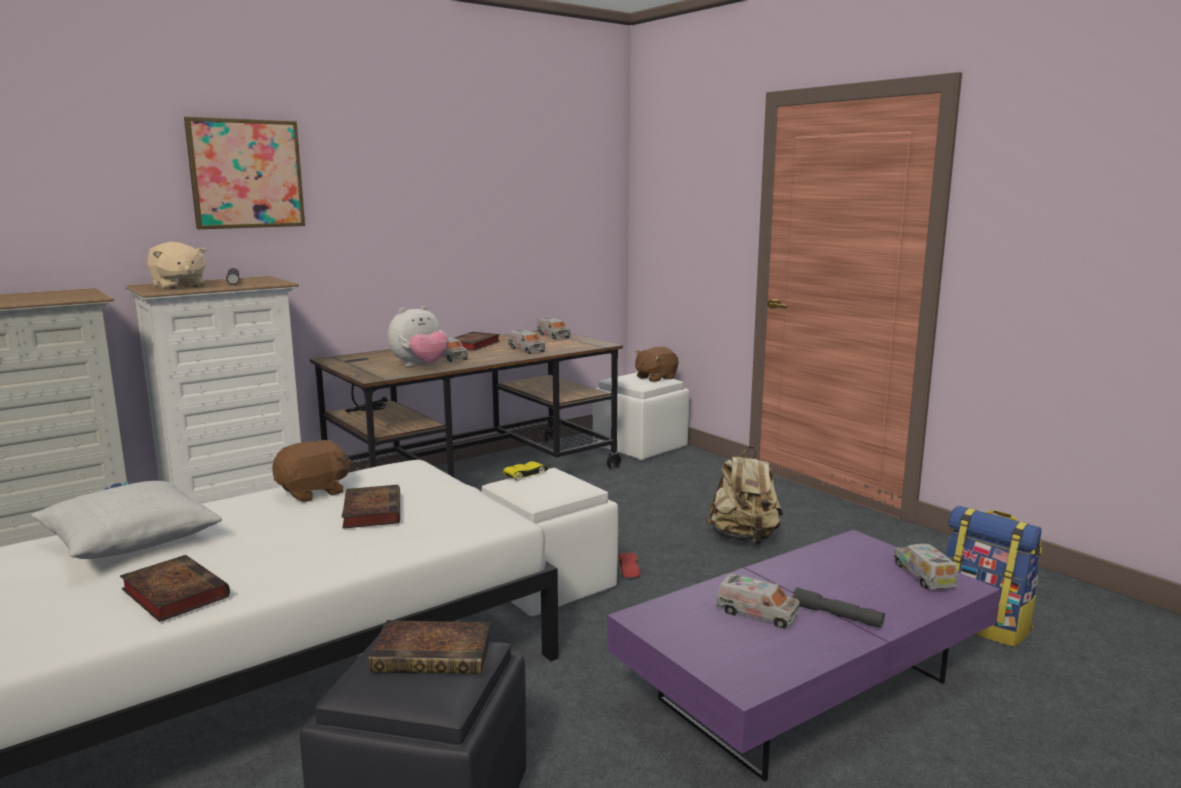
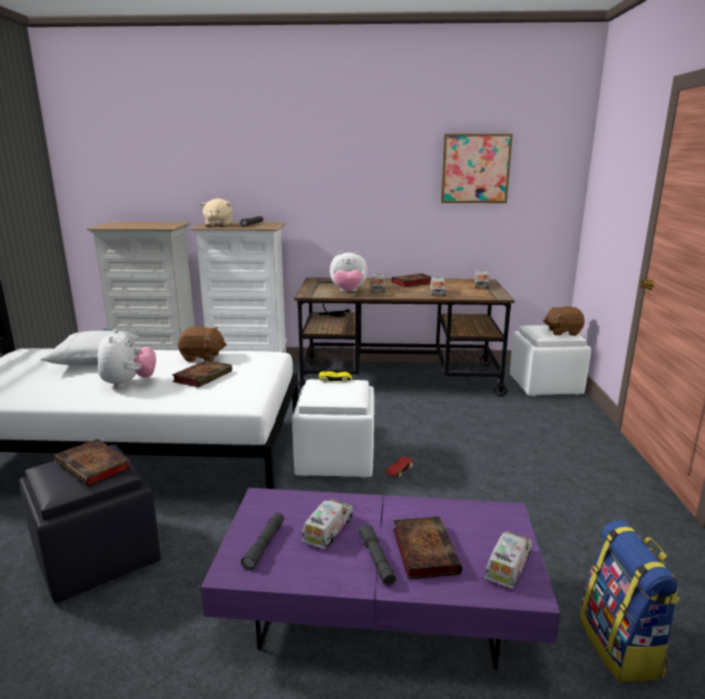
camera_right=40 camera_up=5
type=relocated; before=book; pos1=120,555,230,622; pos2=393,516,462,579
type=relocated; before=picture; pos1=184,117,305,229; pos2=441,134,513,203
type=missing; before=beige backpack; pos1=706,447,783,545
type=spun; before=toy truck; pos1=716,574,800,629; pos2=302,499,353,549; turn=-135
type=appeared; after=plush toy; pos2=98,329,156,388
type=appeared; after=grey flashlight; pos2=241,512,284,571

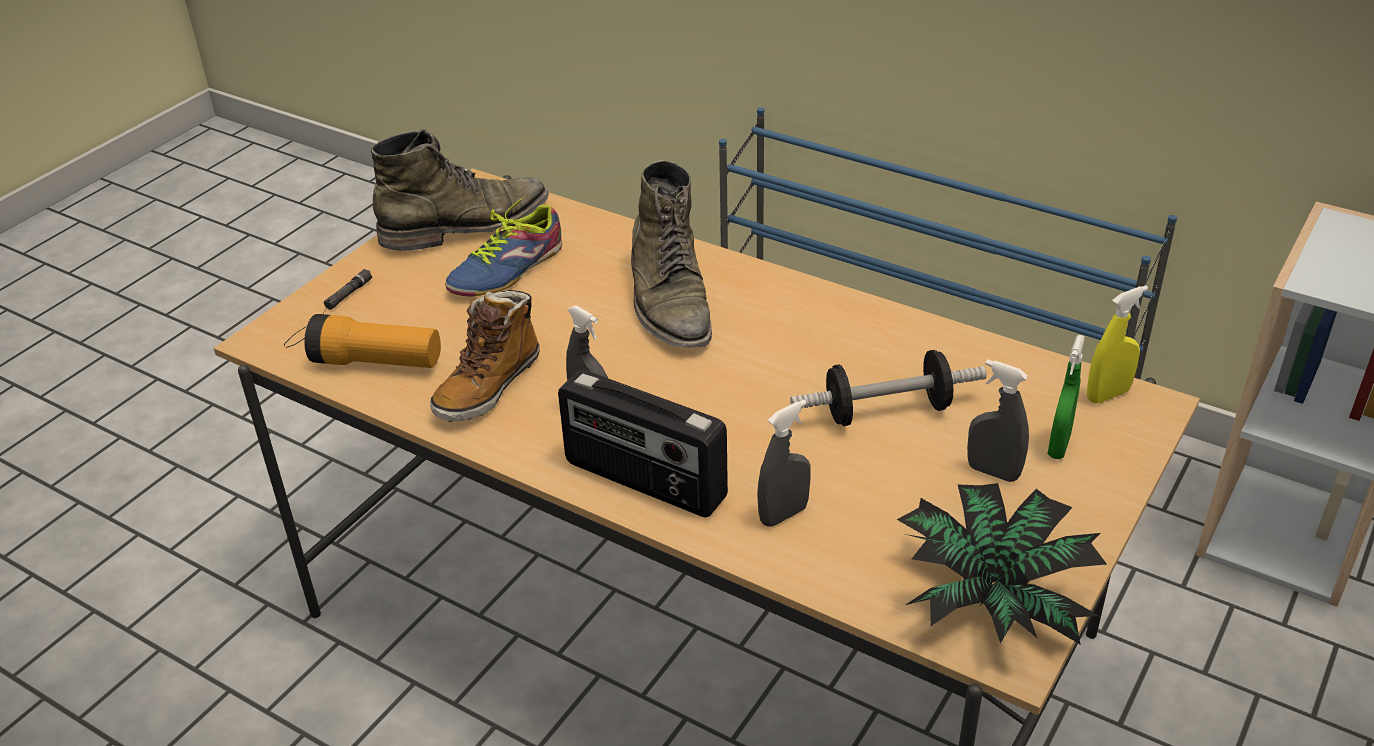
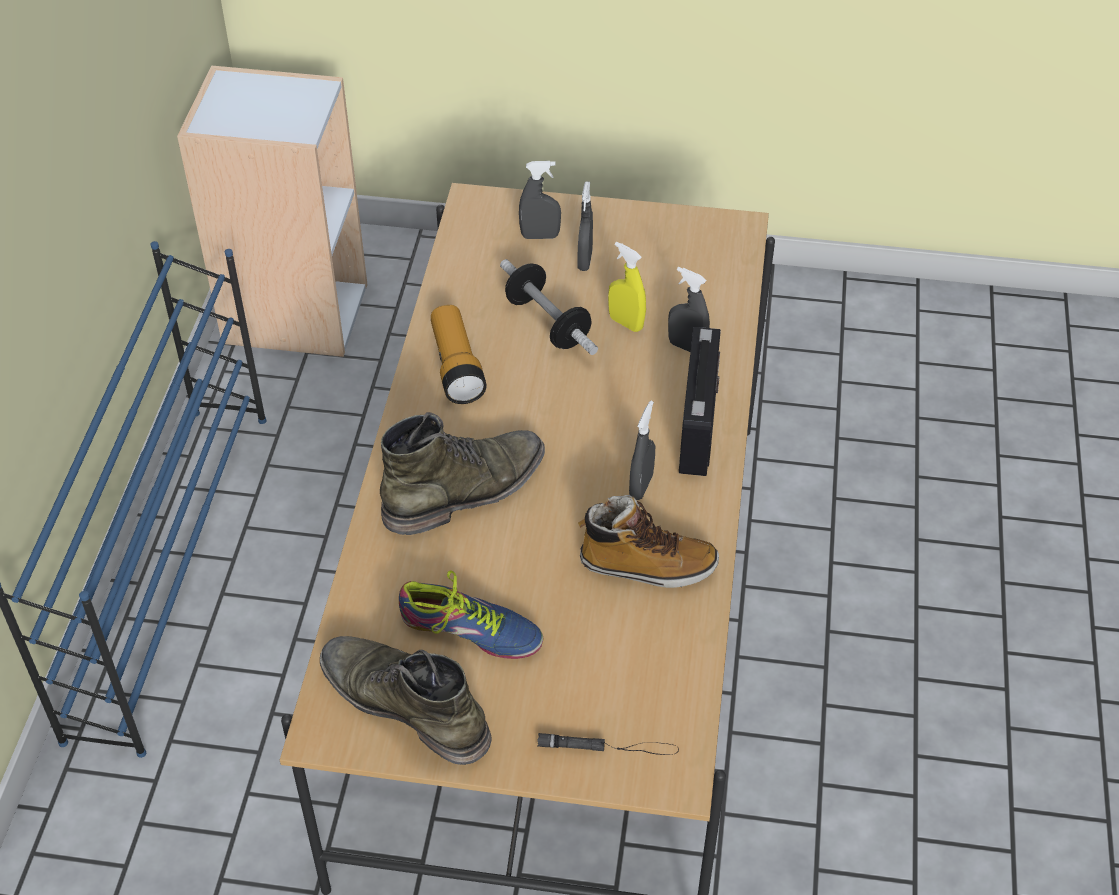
camera_right=-115 camera_up=10
type=relocated; before=flashlight; pos1=304,314,441,368; pos2=431,305,487,404
type=missing; before=potted plant; pos1=897,483,1107,645
type=colour; before=green spray bottle; after=grey spray bottle; pos1=1047,335,1085,459; pos2=519,161,561,239
type=relocated; before=yellow spray bottle; pos1=1087,285,1148,403; pos2=608,242,646,332

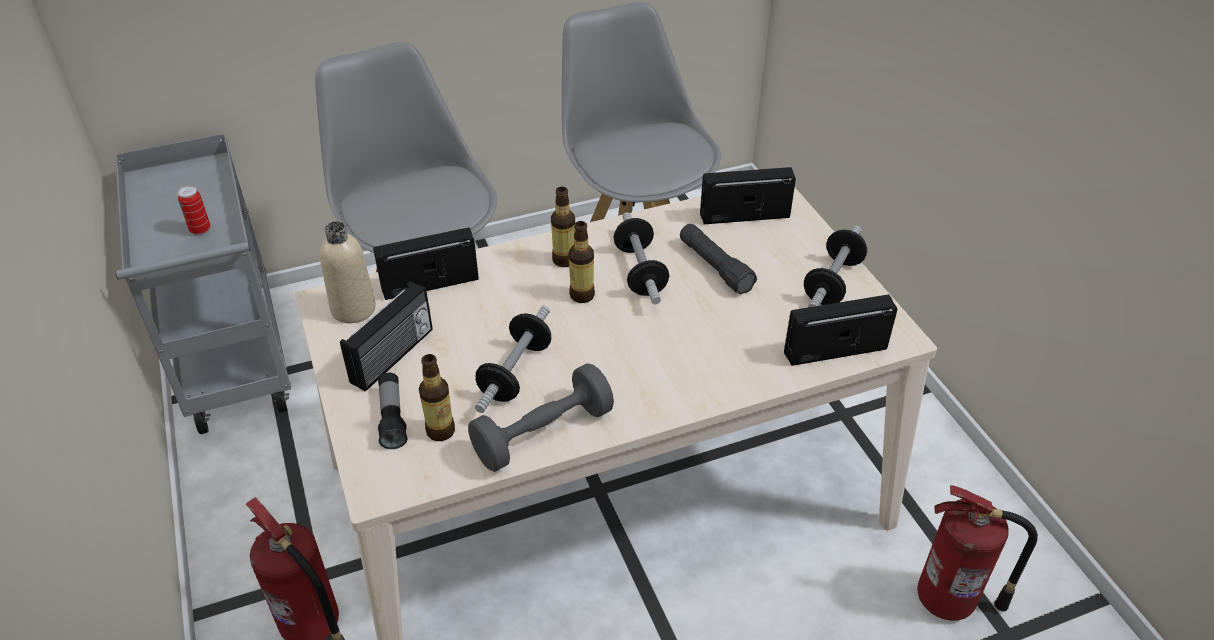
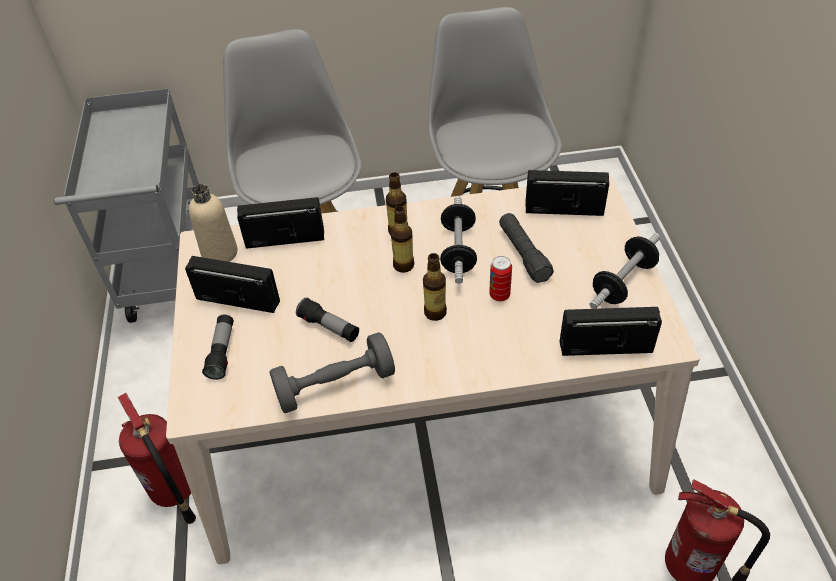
camera_right=15 camera_up=5
type=relocated; before=can; pos1=178,186,210,235; pos2=489,256,512,301
type=spun; before=radio; pos1=340,282,433,392; pos2=185,256,280,313; turn=-120
type=relocated; before=bottle; pos1=419,354,455,441; pos2=423,253,447,321
type=exchanged; before=dumbbell; after=flashlight; pos1=475,306,551,413; pos2=296,297,359,342

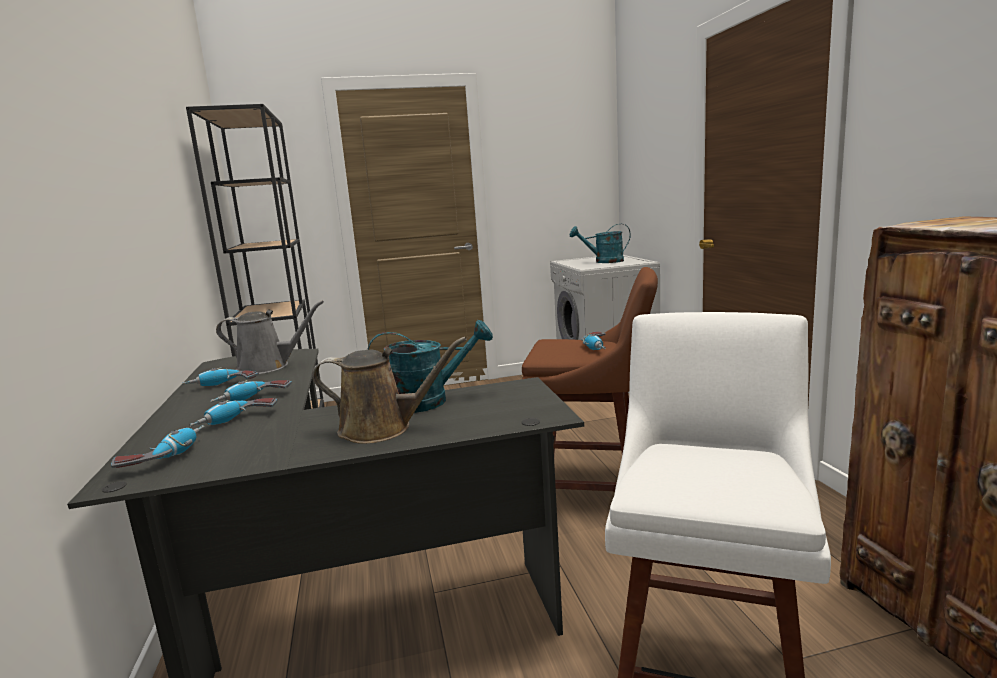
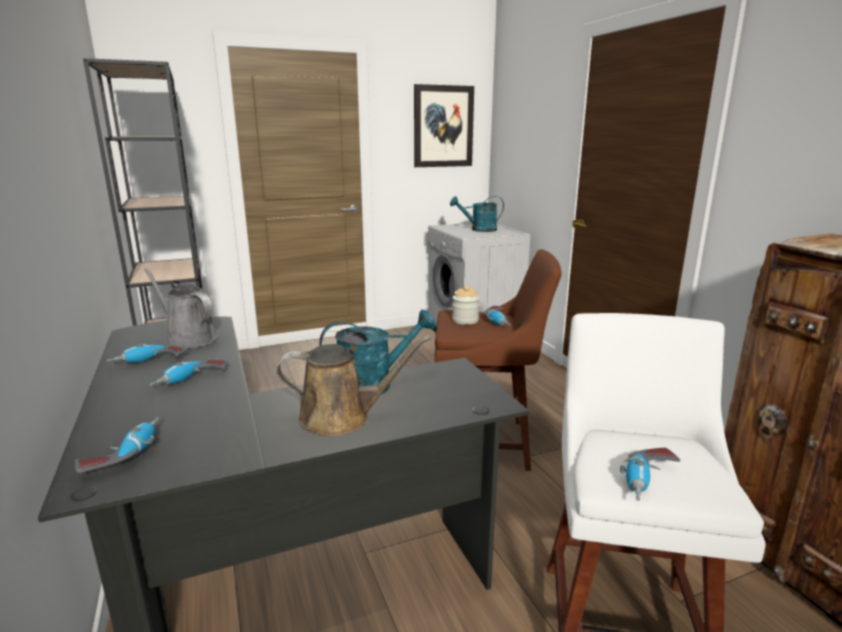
camera_right=-10 camera_up=5
type=relocated; before=power drill; pos1=189,398,278,427; pos2=620,448,680,501
type=spun; before=grey watering can; pos1=216,300,324,374; pos2=144,268,218,348; turn=-135
type=appeared; after=picture; pos2=414,84,474,167
type=appeared; after=jar; pos2=452,286,480,325

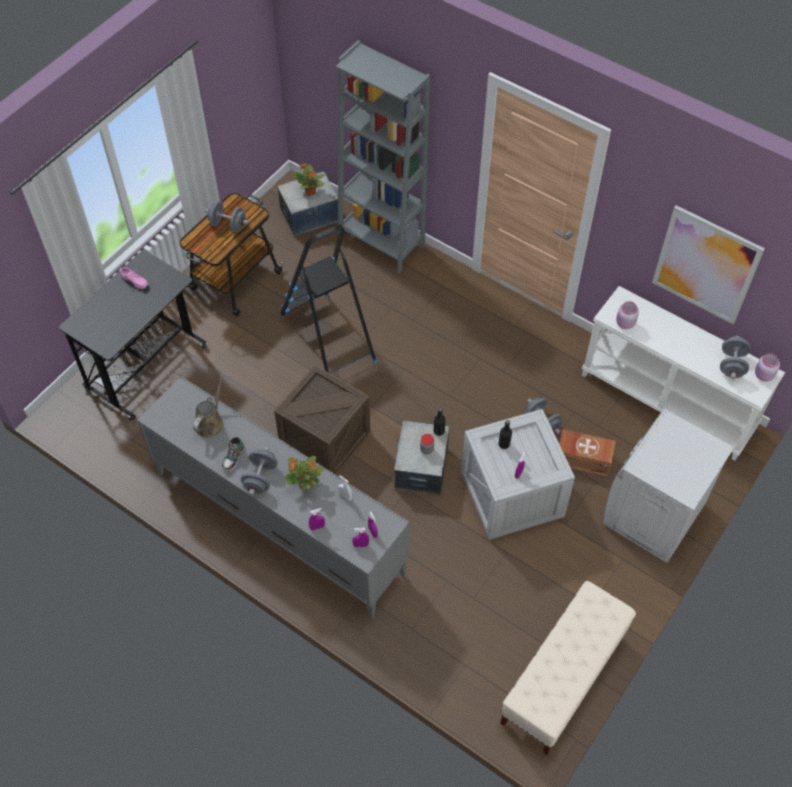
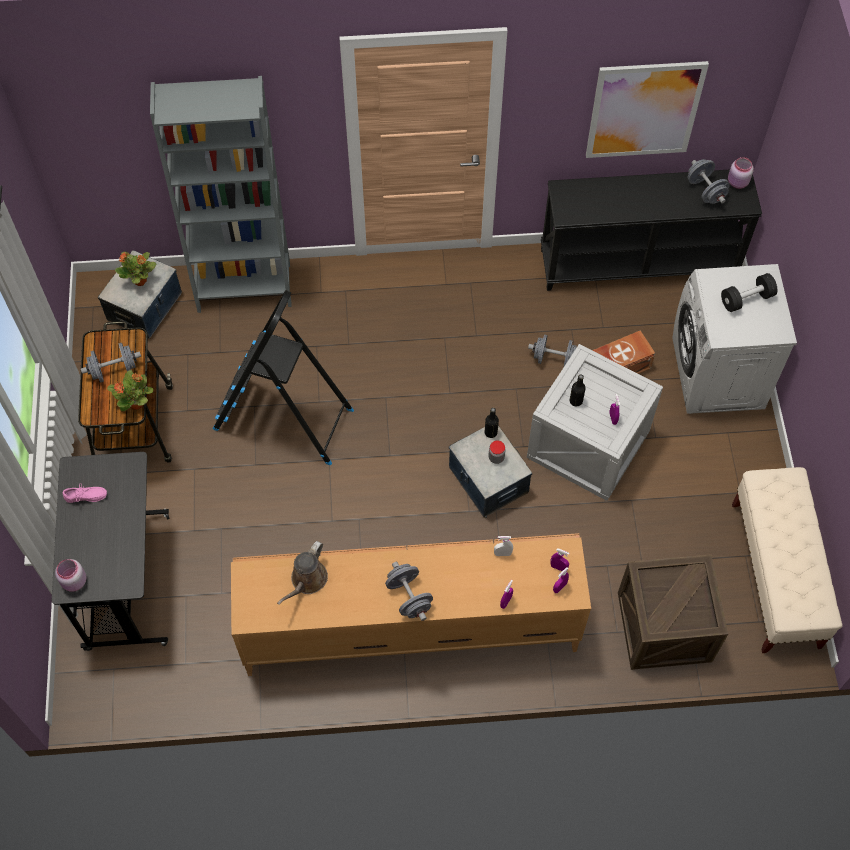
camera_right=-40 camera_up=5
type=colour; before=grey cabinet; after=brown cabinet; pos1=137,377,409,620; pos2=231,533,591,676
type=spun; before=brown watering can; pos1=193,372,225,438; pos2=277,541,328,605; turn=-135
type=missing; before=shoe; pos1=222,437,244,471
type=relocated; before=crate; pos1=274,365,370,474; pos2=618,554,728,670
type=relocated; before=potted plant; pos1=284,456,324,490; pos2=107,370,153,411
type=colour; before=white console table; after=black console table; pos1=582,286,785,461; pos2=541,169,762,291
type=relocated; before=pink jar; pos1=616,301,639,329; pos2=55,559,86,592
type=appeared; after=black dumbbell; pos2=721,273,777,312

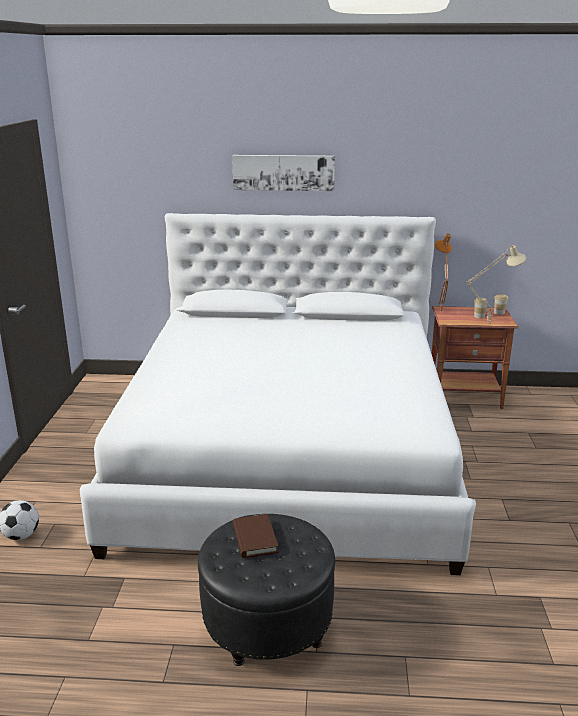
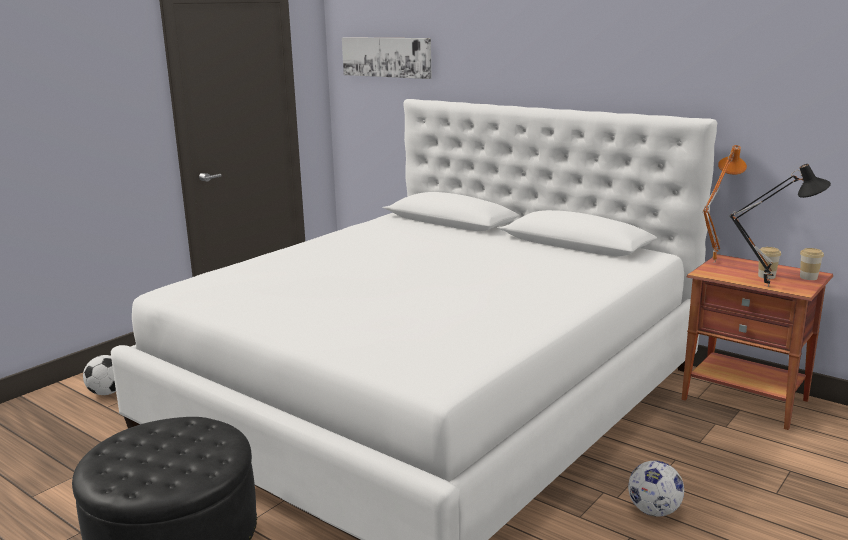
camera_right=35 camera_up=-5
type=relocated; before=picture; pos1=232,155,335,191; pos2=342,37,432,79
type=missing; before=brown book; pos1=233,514,279,558
type=colour; before=beige table lamp; after=black table lamp; pos1=466,245,526,324; pos2=729,164,831,287
type=appeared; after=football; pos2=628,461,684,517

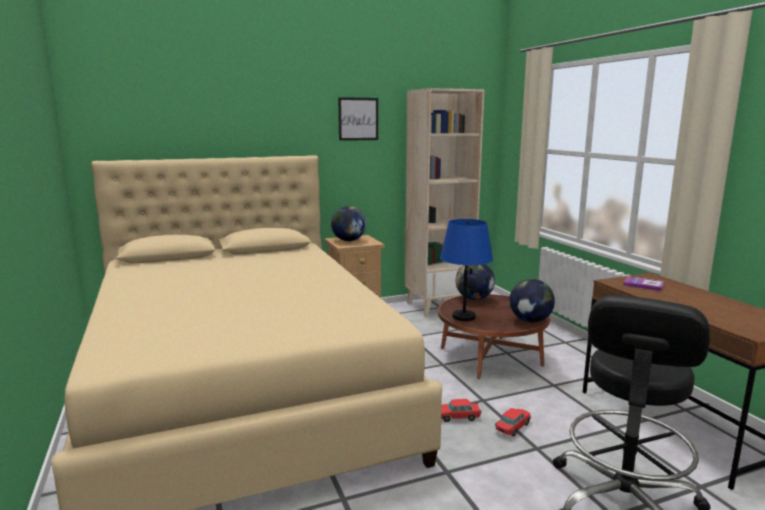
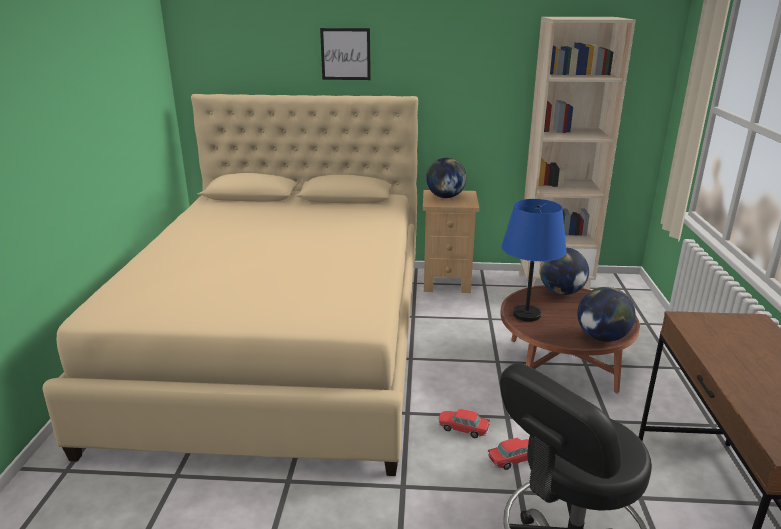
camera_right=25 camera_up=10
type=relocated; before=picture; pos1=338,97,378,141; pos2=320,28,371,80
type=missing; before=book; pos1=623,276,664,291

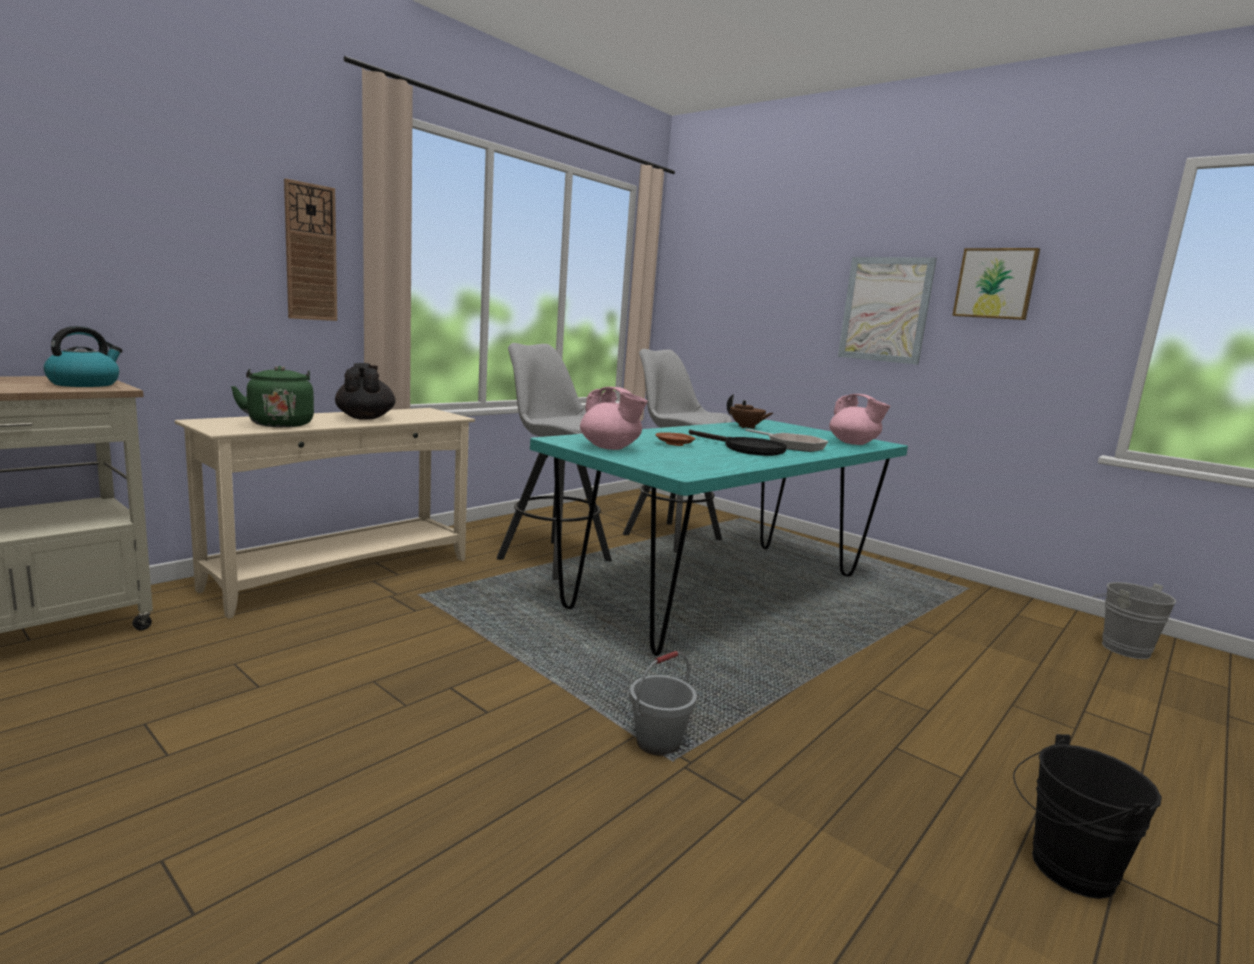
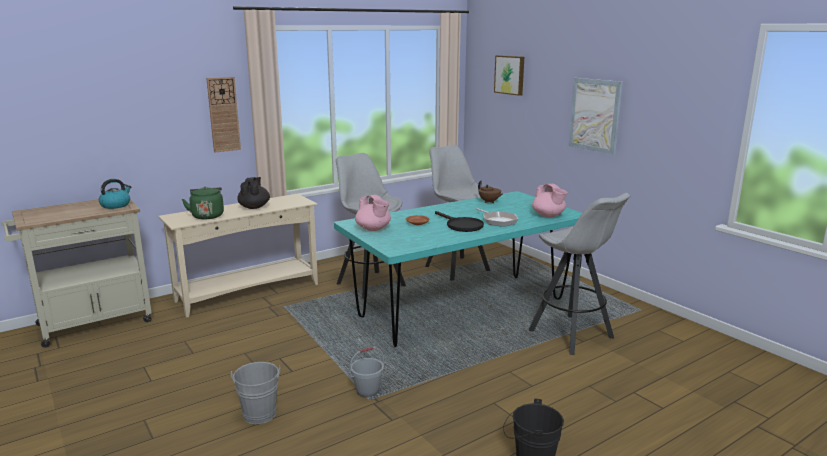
camera_right=15 camera_up=5
type=relocated; before=picture; pos1=952,248,1040,320; pos2=494,55,524,96
type=relocated; before=grey bucket; pos1=1092,582,1176,659; pos2=231,362,281,424
type=appeared; after=grey stool; pos2=529,193,630,355

